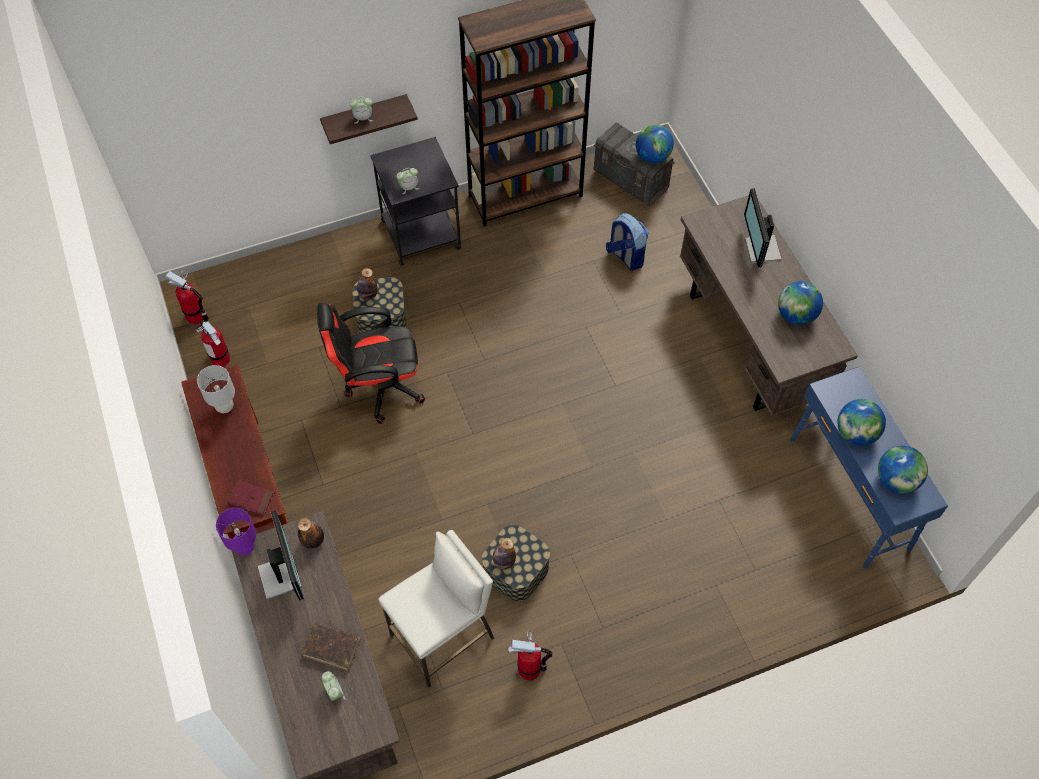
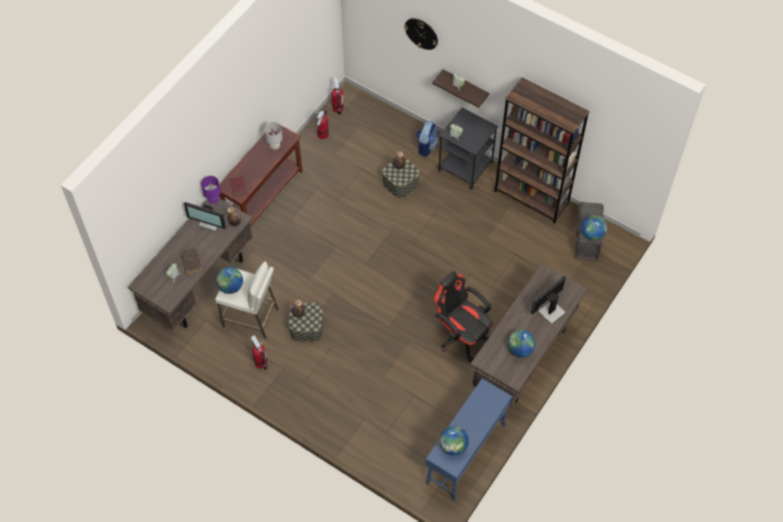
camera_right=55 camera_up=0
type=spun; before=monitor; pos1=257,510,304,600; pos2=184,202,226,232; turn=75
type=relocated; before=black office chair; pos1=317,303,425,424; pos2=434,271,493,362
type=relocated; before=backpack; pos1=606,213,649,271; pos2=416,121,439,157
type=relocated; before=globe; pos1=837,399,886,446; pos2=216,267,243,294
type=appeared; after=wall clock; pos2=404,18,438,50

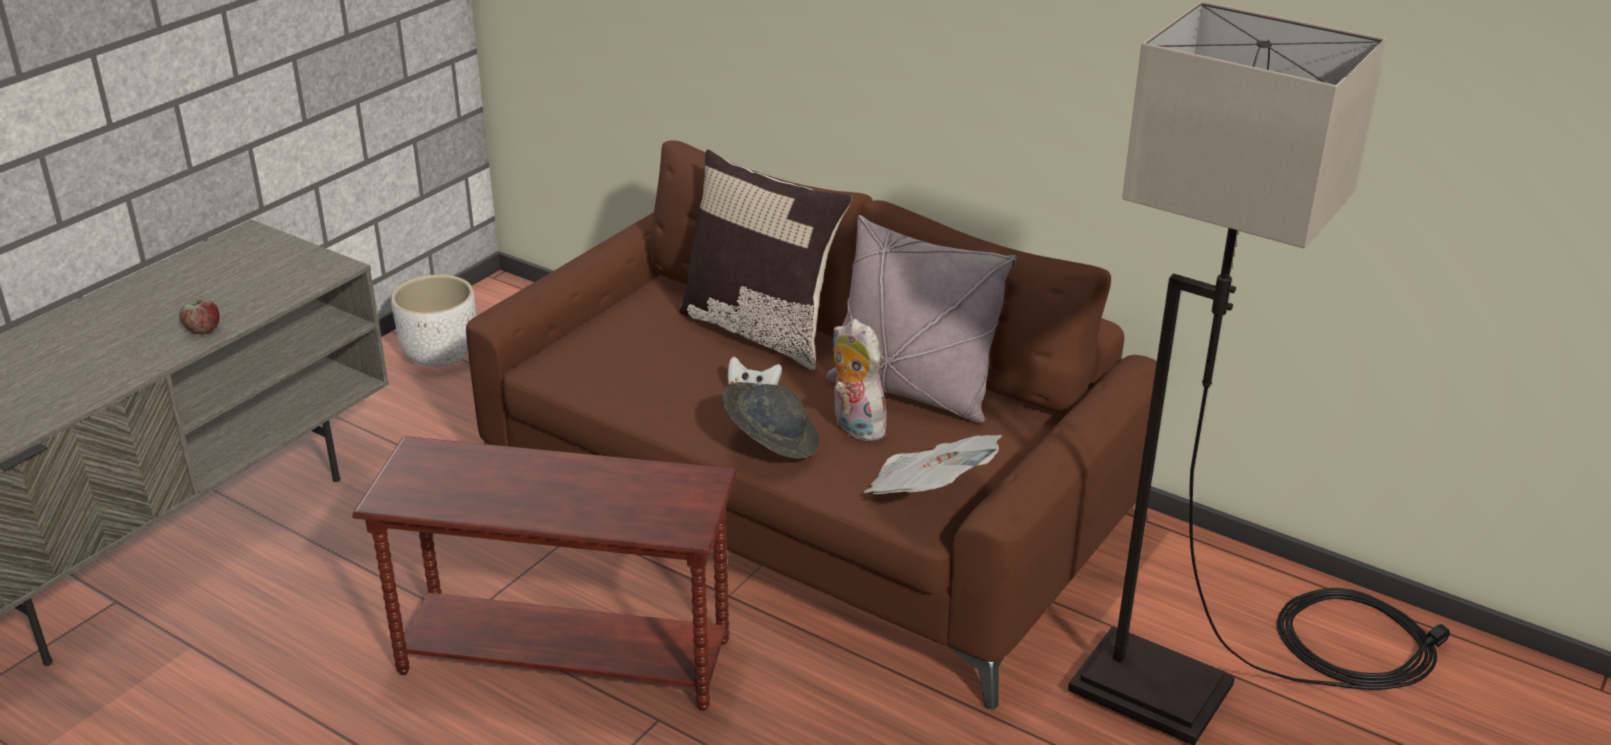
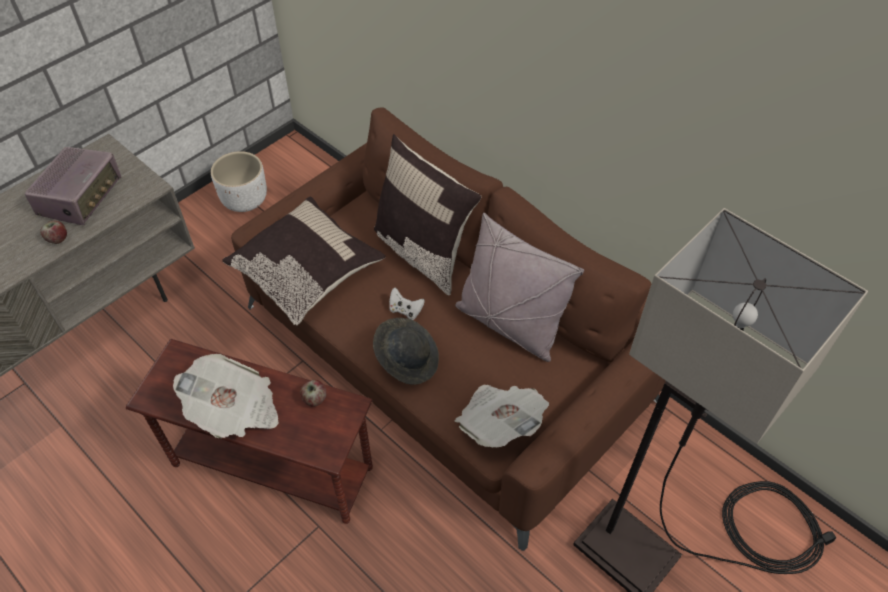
camera_right=10 camera_up=20
type=missing; before=plush toy; pos1=832,319,892,441
type=appeared; after=radio; pos2=24,147,122,225
type=appeared; after=newspaper; pos2=173,354,279,439
type=appeared; after=pillow; pos2=222,197,386,326
type=appeared; after=apple; pos2=301,380,327,407

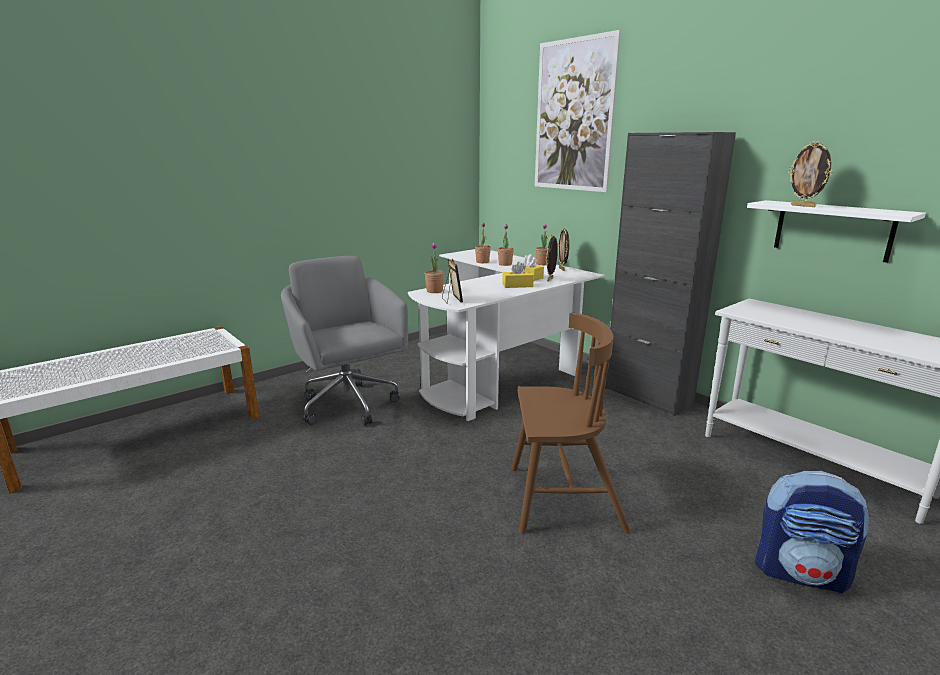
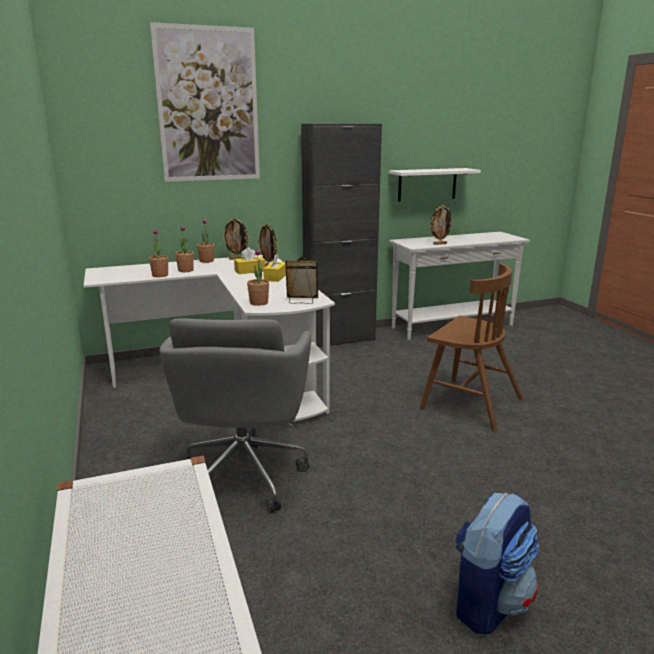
camera_right=-70 camera_up=0
type=spun; before=grey office chair; pos1=281,256,408,426; pos2=159,318,311,513; turn=-75
type=spun; before=brown chair; pos1=511,313,631,534; pos2=420,264,523,432; turn=105
type=relocated; before=backpack; pos1=755,471,870,594; pos2=454,493,539,634
type=relocated; before=picture frame; pos1=788,141,833,207; pos2=430,205,454,245

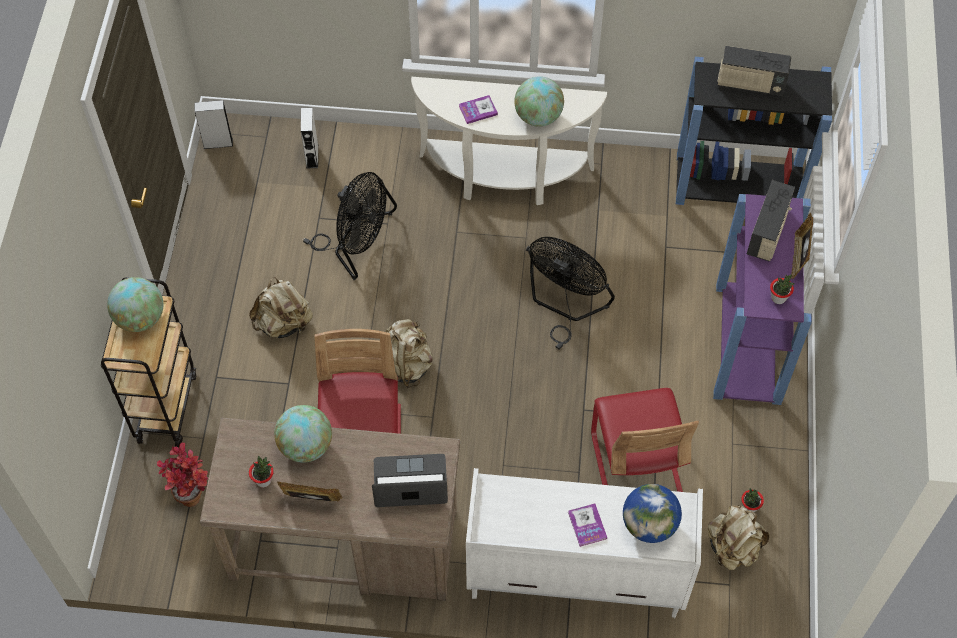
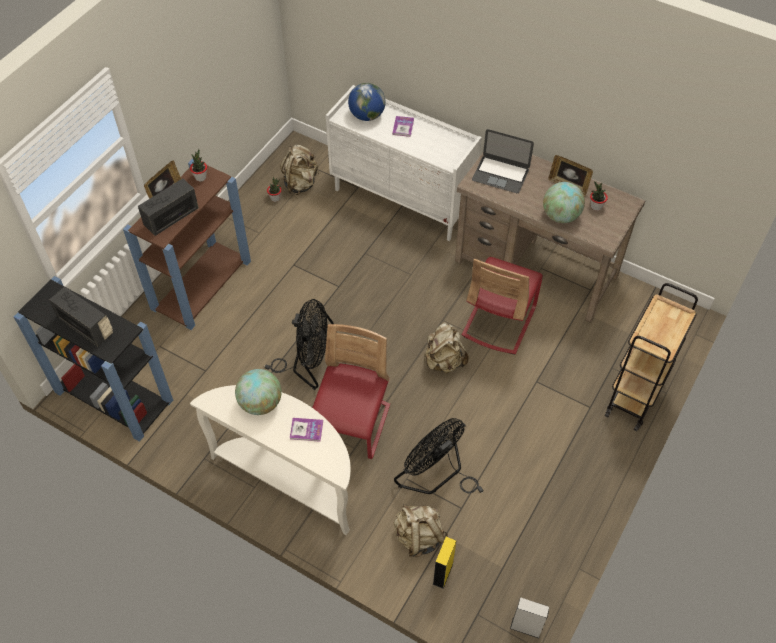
camera_right=-155 camera_up=-5
type=missing; before=globe; pos1=107,277,163,332
type=missing; before=potted plant; pos1=157,443,209,507
type=relocated; before=beige backpack; pos1=249,277,313,338; pos2=394,504,448,557
type=colour; before=white speaker; after=yellow speaker; pos1=301,108,318,169; pos2=433,537,456,589
type=spun; before=black fan; pos1=526,237,615,350; pos2=264,299,334,390; turn=-135
type=relocated; before=red chair; pos1=591,388,699,492; pos2=312,324,390,459
type=colour; before=purple bookcase; after=brown bookcase; pos1=713,194,812,405; pos2=123,159,251,330

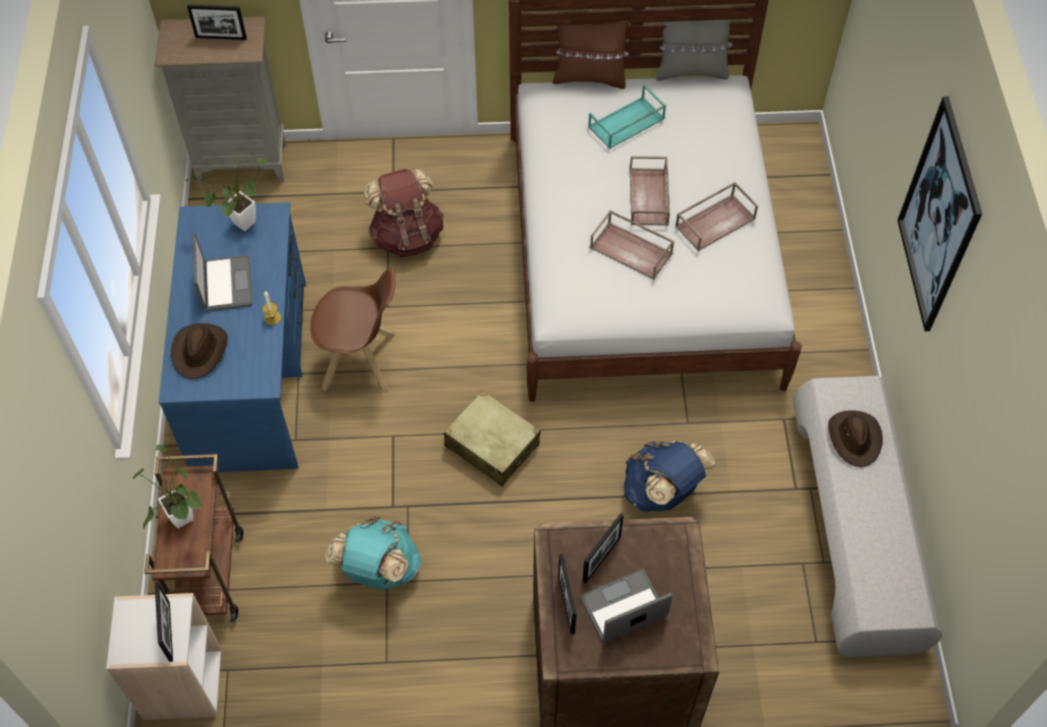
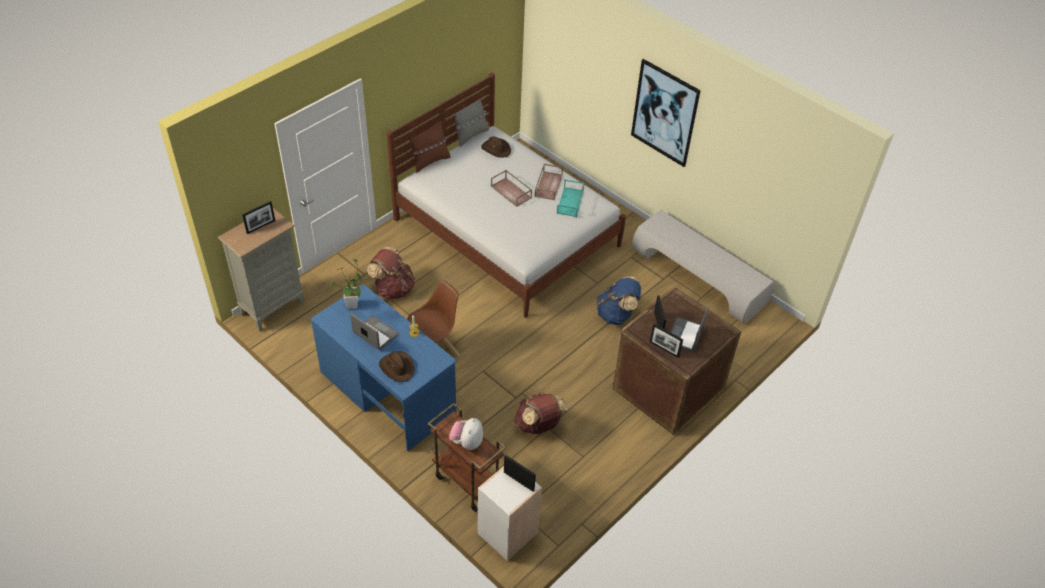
camera_right=-45 camera_up=-10
type=exchanged; before=potted plant; after=plush toy; pos1=133,444,202,529; pos2=449,418,483,450
type=colour; before=turquoise backpack; after=brown backpack; pos1=325,517,421,590; pos2=514,392,568,434
type=missing; before=beige suitcase; pos1=444,390,541,486
type=relocated; before=turquoise tray; pos1=588,84,666,149; pos2=557,180,584,217
type=missing; before=brown tray; pos1=590,210,674,279
type=relocated; before=brown hat; pos1=828,410,883,467; pos2=481,136,511,158

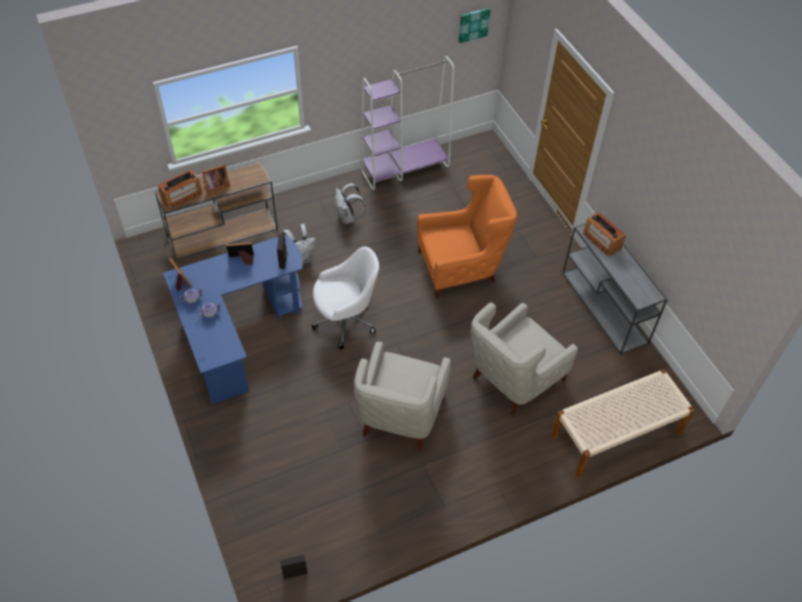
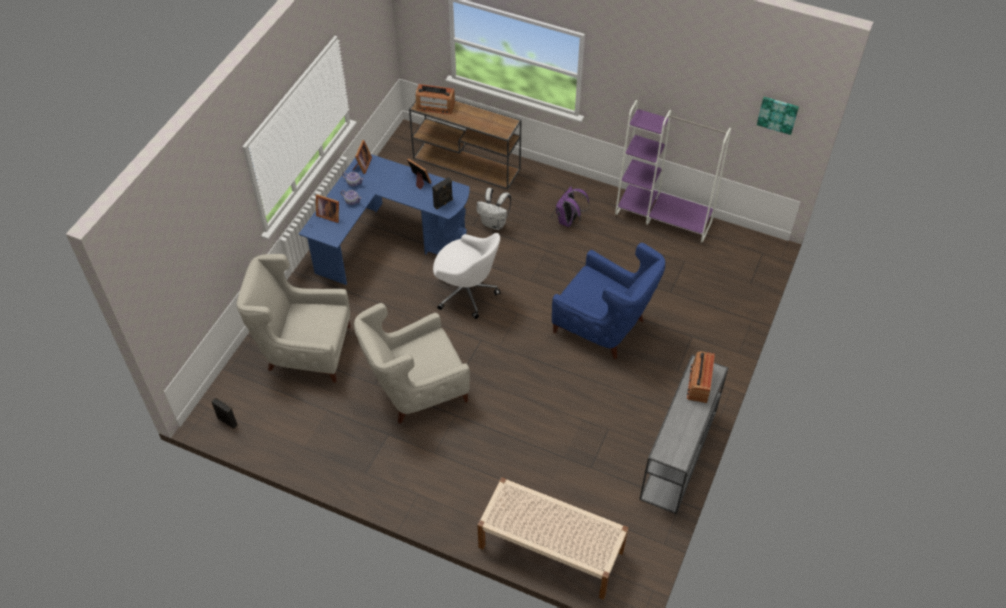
camera_right=50 camera_up=0
type=relocated; before=picture frame; pos1=202,165,230,192; pos2=316,194,339,223
type=colour; before=white backpack; after=purple backpack; pos1=335,183,366,224; pos2=556,187,590,227
type=colour; before=orange armchair; after=blue armchair; pos1=417,175,517,299; pos2=552,243,665,359
type=relocated; before=beige armchair; pos1=471,302,578,415; pos2=237,254,350,383

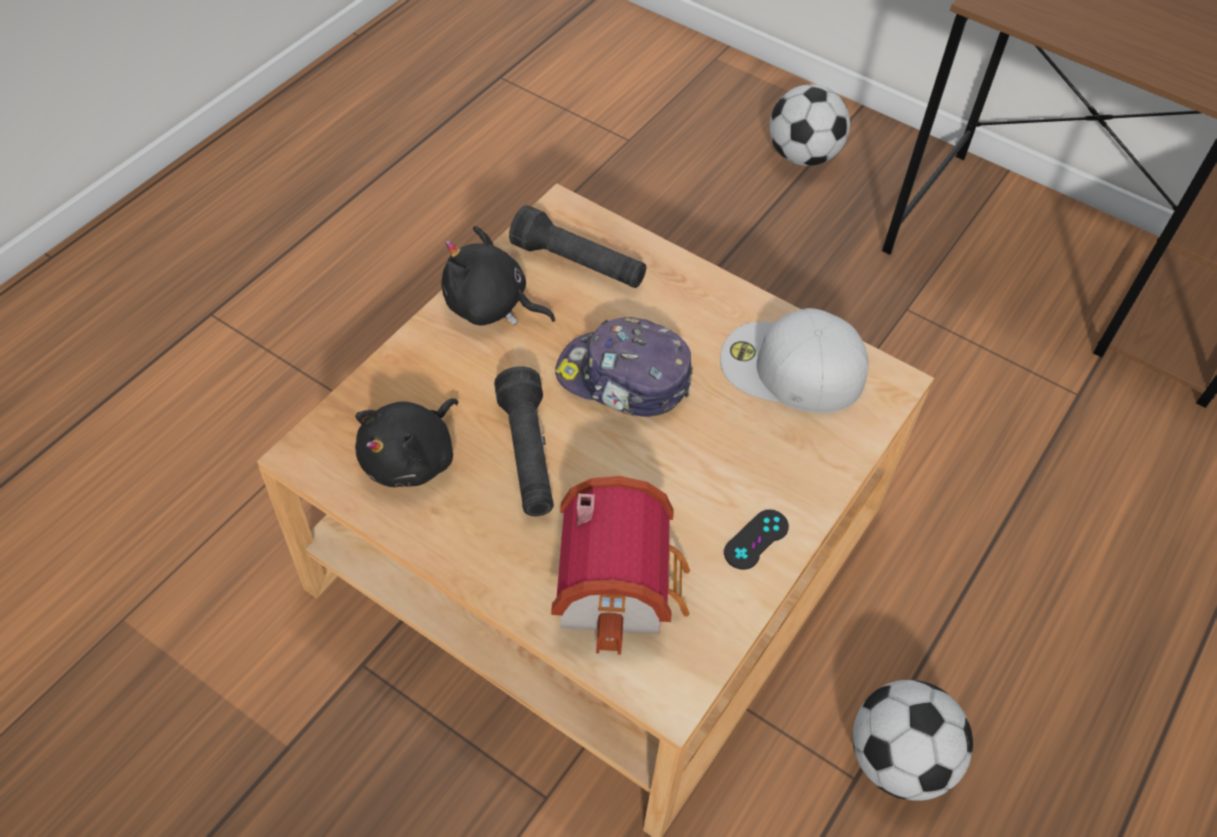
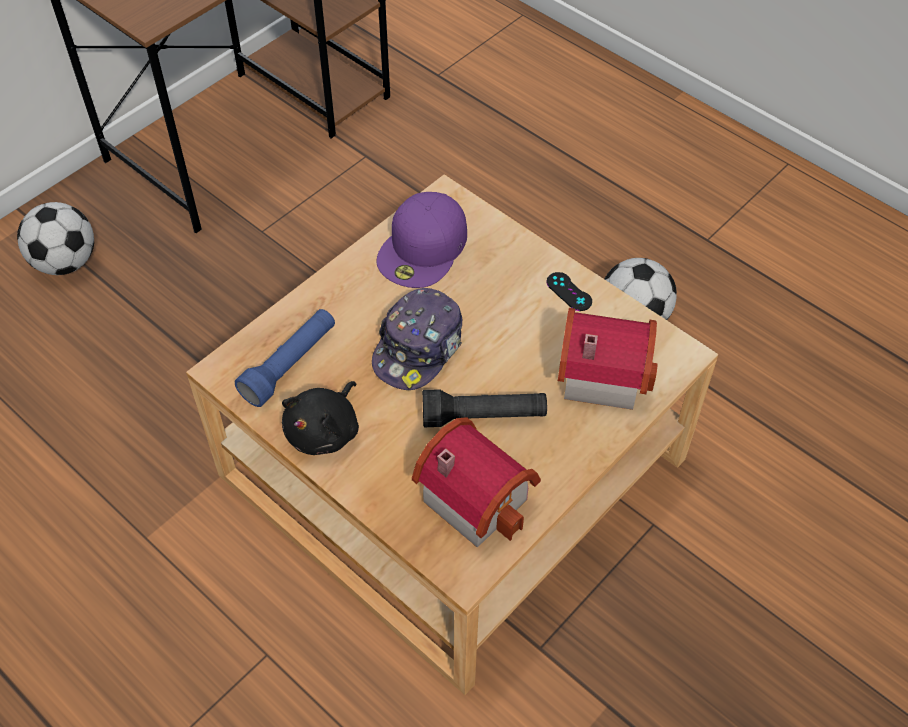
camera_right=-80 camera_up=0
type=exchanged; before=black plush toy; after=toy house; pos1=355,398,458,487; pos2=412,417,541,548
type=colour; before=black flashlight; after=blue flashlight; pos1=509,205,646,288; pos2=235,309,335,407
type=colour; before=white cap; after=purple cap; pos1=720,308,869,413; pos2=377,192,467,288

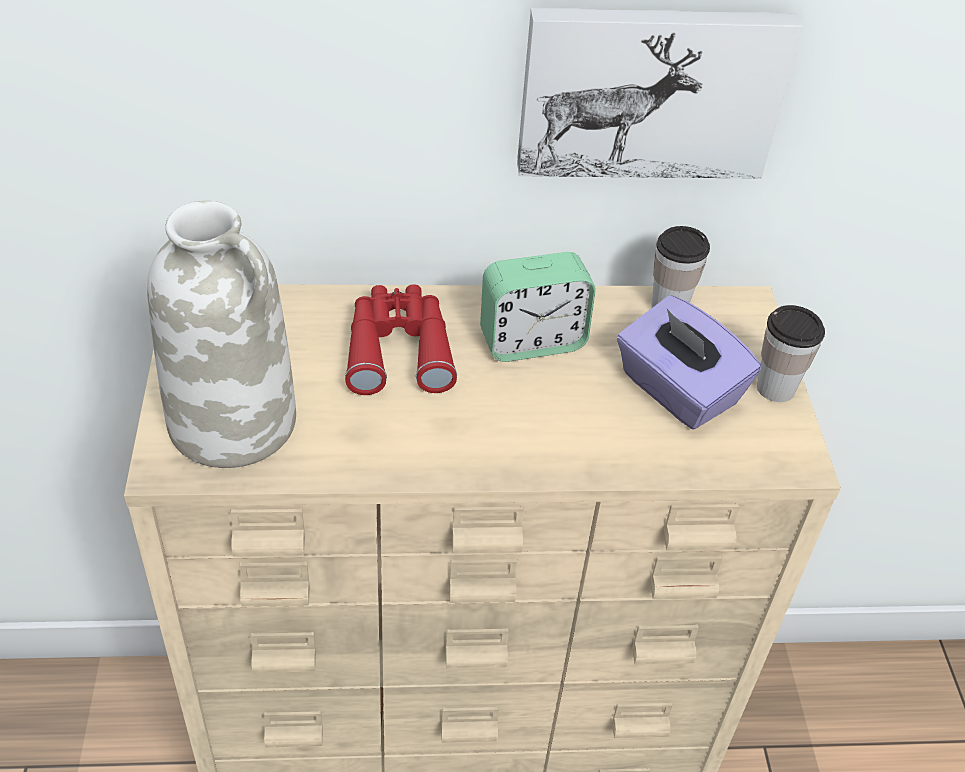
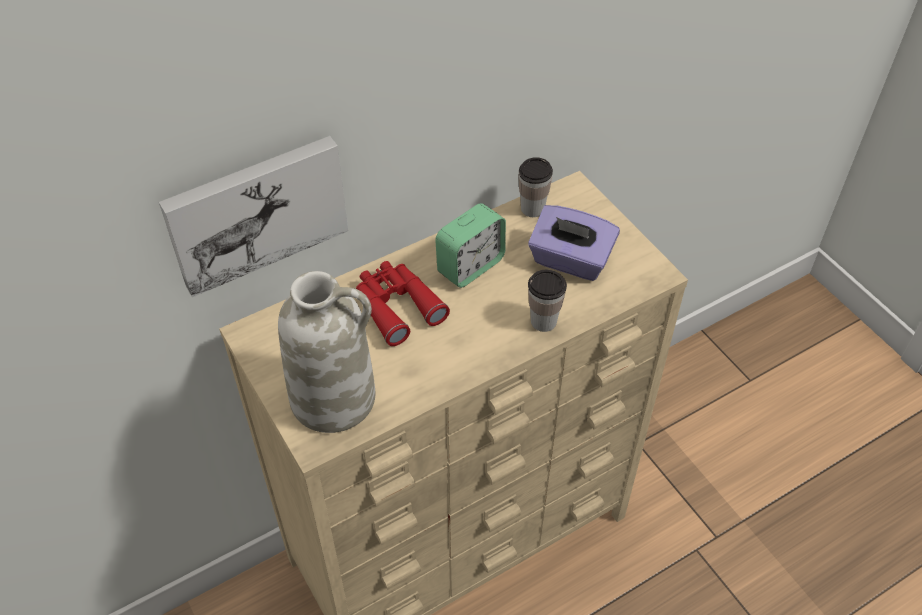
camera_right=-25 camera_up=5
type=relocated; before=picture; pos1=517,8,803,179; pos2=159,136,348,297
type=relocated; before=cup; pos1=757,305,825,402; pos2=528,270,567,332

